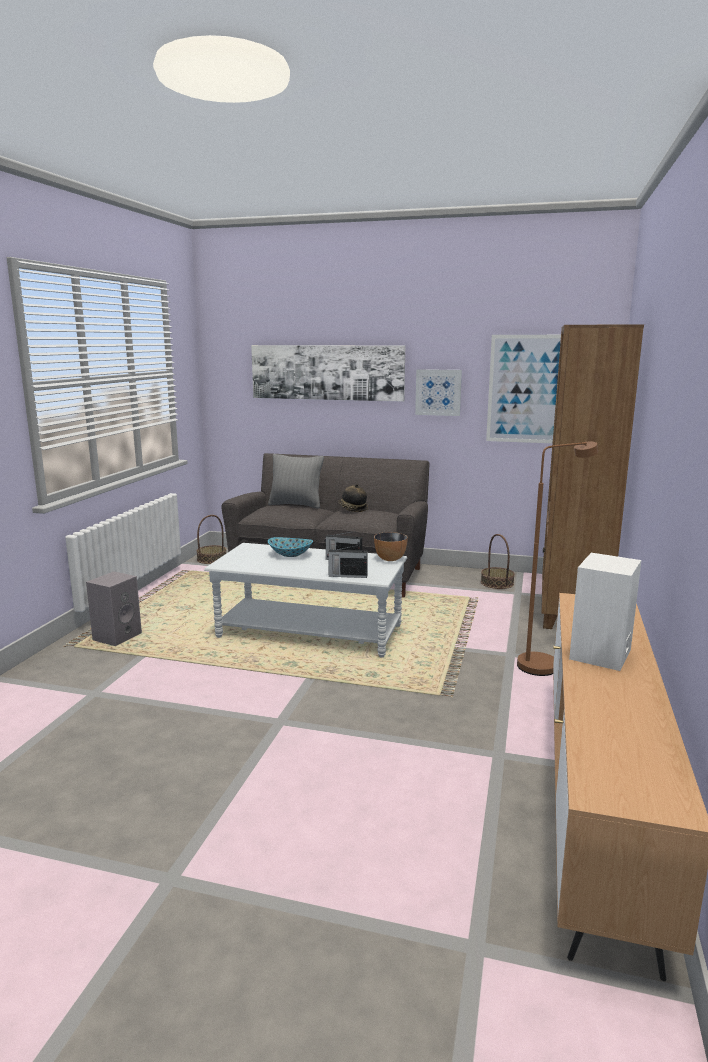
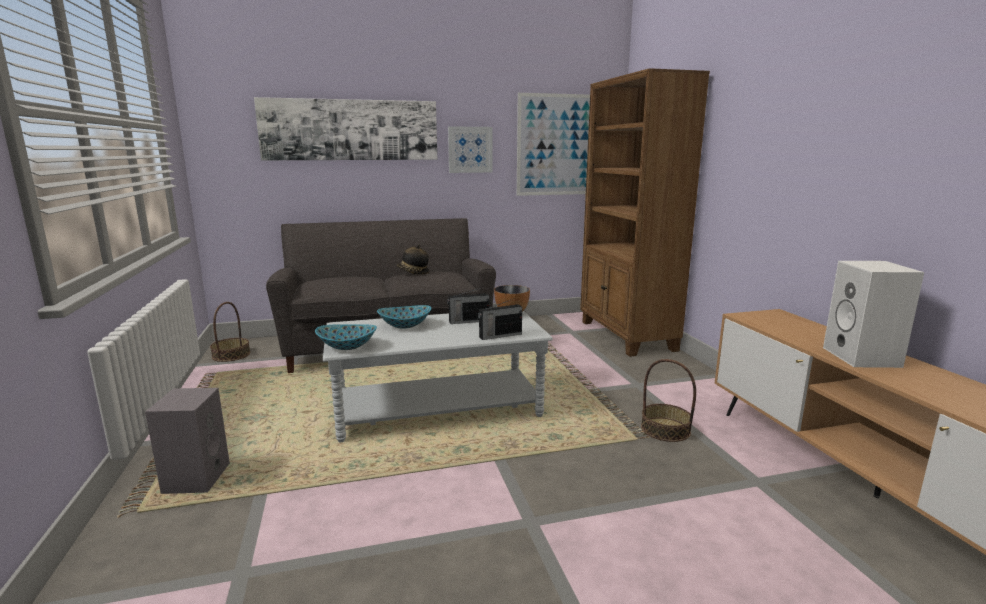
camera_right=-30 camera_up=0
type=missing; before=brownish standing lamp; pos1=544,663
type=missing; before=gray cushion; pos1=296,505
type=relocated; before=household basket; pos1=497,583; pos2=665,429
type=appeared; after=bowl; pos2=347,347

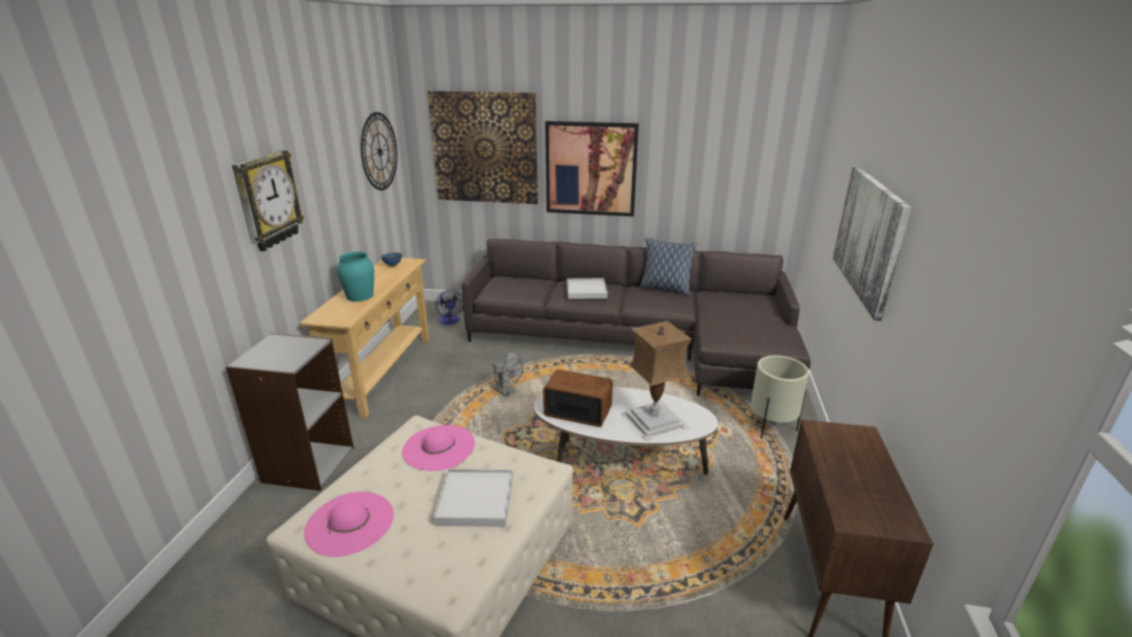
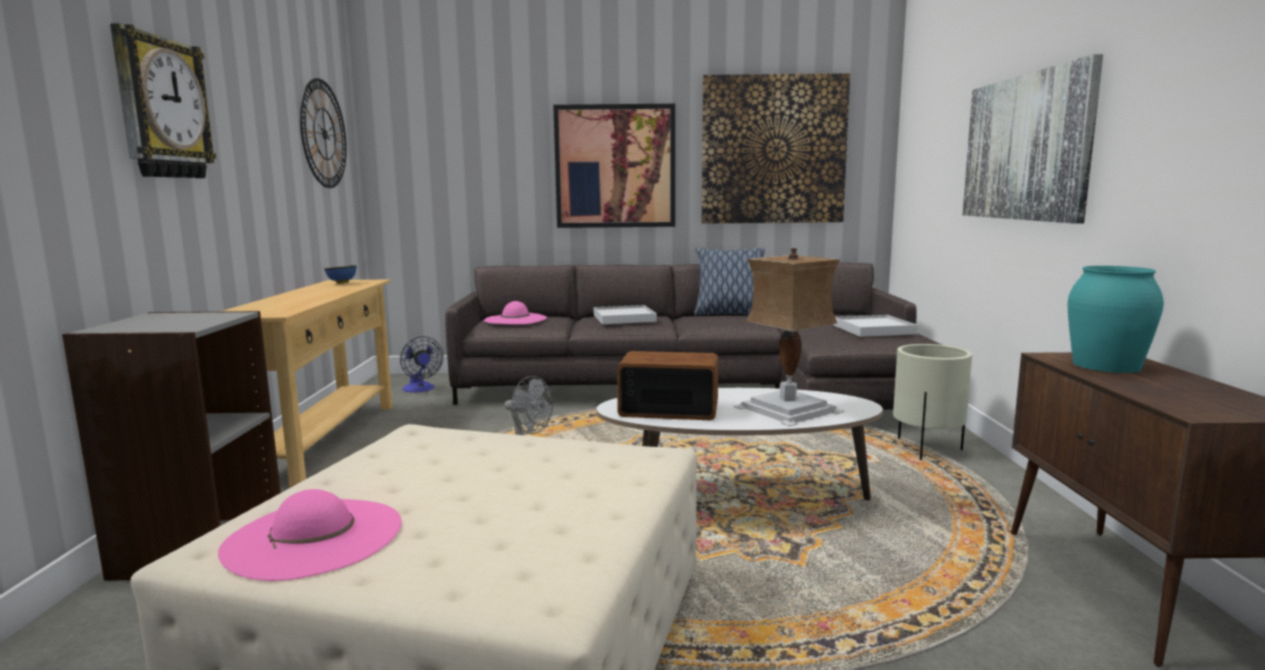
camera_right=-10 camera_up=-15
type=relocated; before=wall art; pos1=485,148; pos2=773,150
type=relocated; before=turquoise decorative vase; pos1=359,296; pos2=1105,365
type=relocated; before=pink clothing hat; pos1=439,447; pos2=515,319
type=relocated; before=whitish tray; pos1=475,500; pos2=874,329

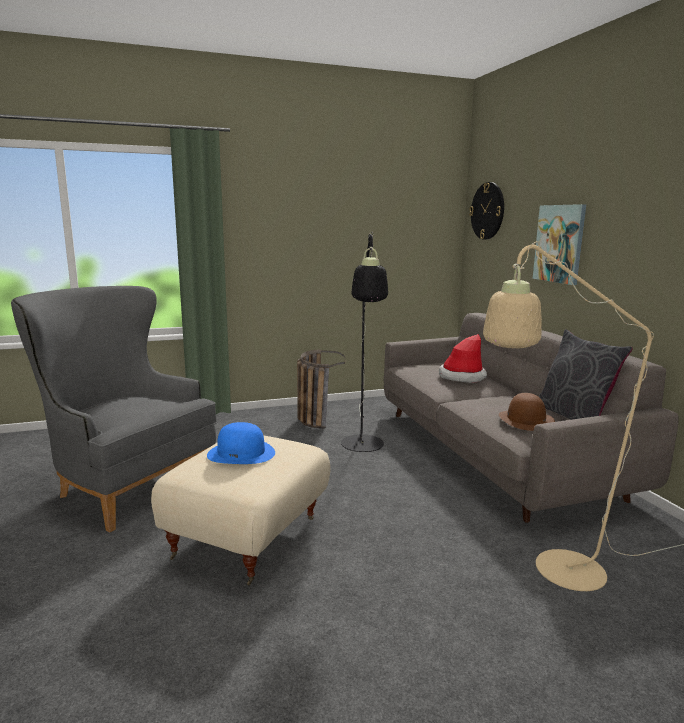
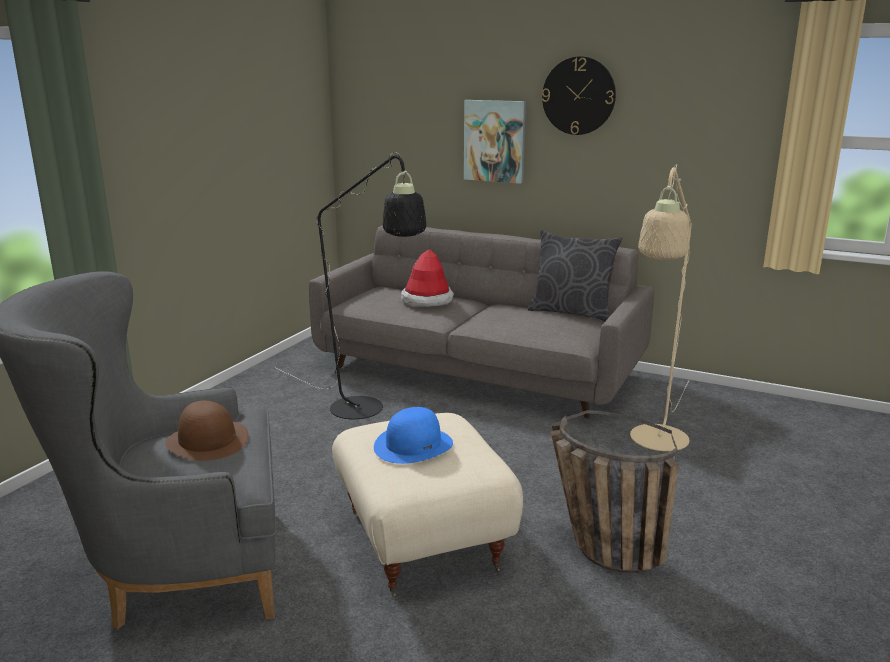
camera_right=-45 camera_up=5
type=relocated; before=wall clock; pos1=487,211; pos2=578,96
type=relocated; before=household basket; pos1=314,417; pos2=598,547
type=relocated; before=brownish clothing hat; pos1=526,420; pos2=207,441

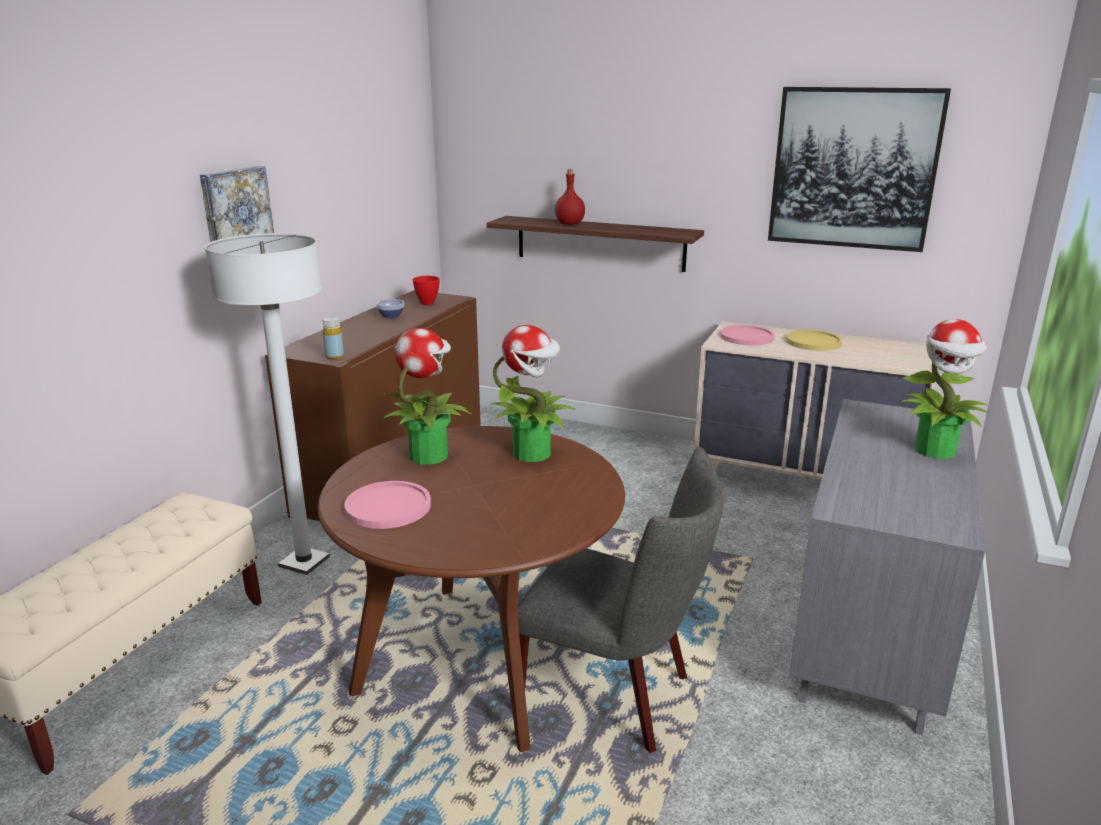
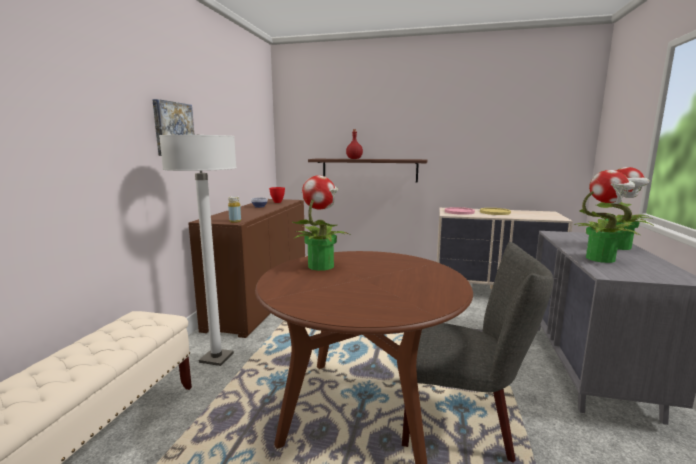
camera_right=-10 camera_up=-10
type=missing; before=wall art; pos1=853,169
type=relocated; before=potted plant; pos1=533,453; pos2=601,258
type=missing; before=pink plate; pos1=388,507

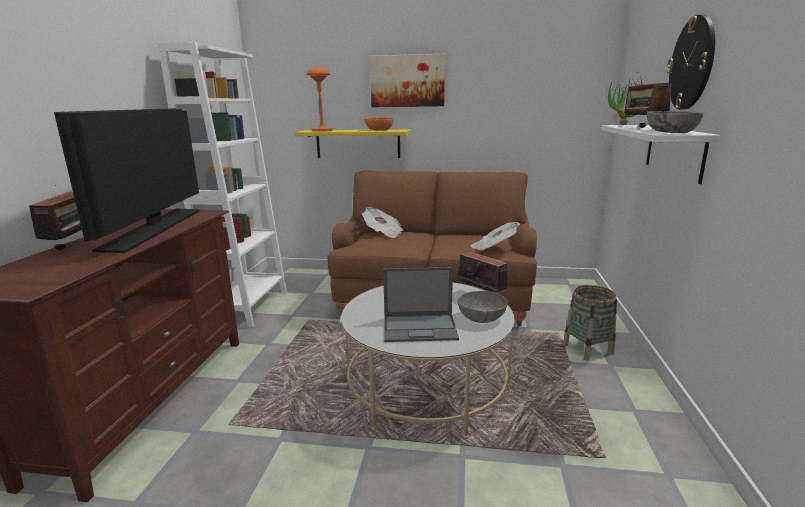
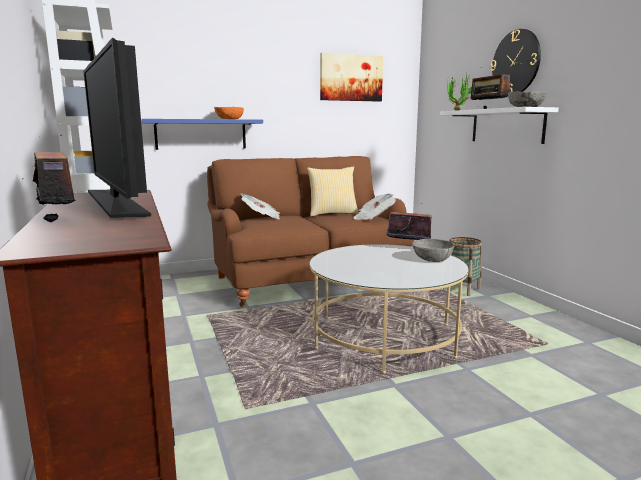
camera_right=-30 camera_up=-5
type=relocated; before=wall art; pos1=407,81; pos2=351,78
type=missing; before=orangey table lamp; pos1=322,130
type=colour; before=yellowish wall shelf; after=blue-coloured wall shelf; pos1=358,143; pos2=201,134
type=missing; before=portable computer; pos1=420,328
type=appeared; after=cushion; pos2=332,213

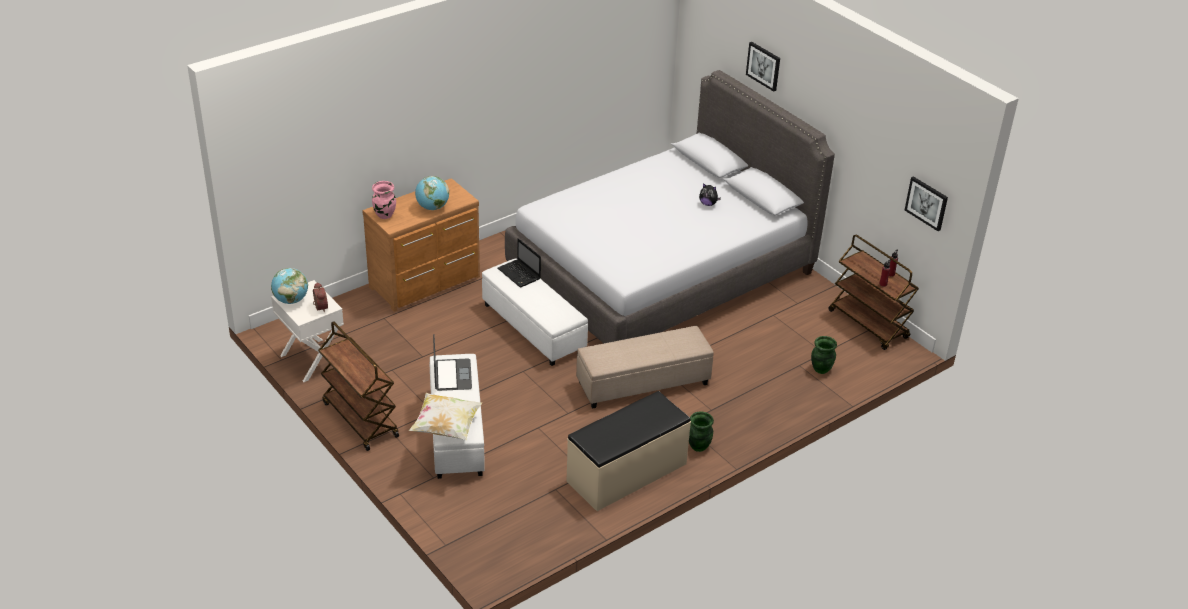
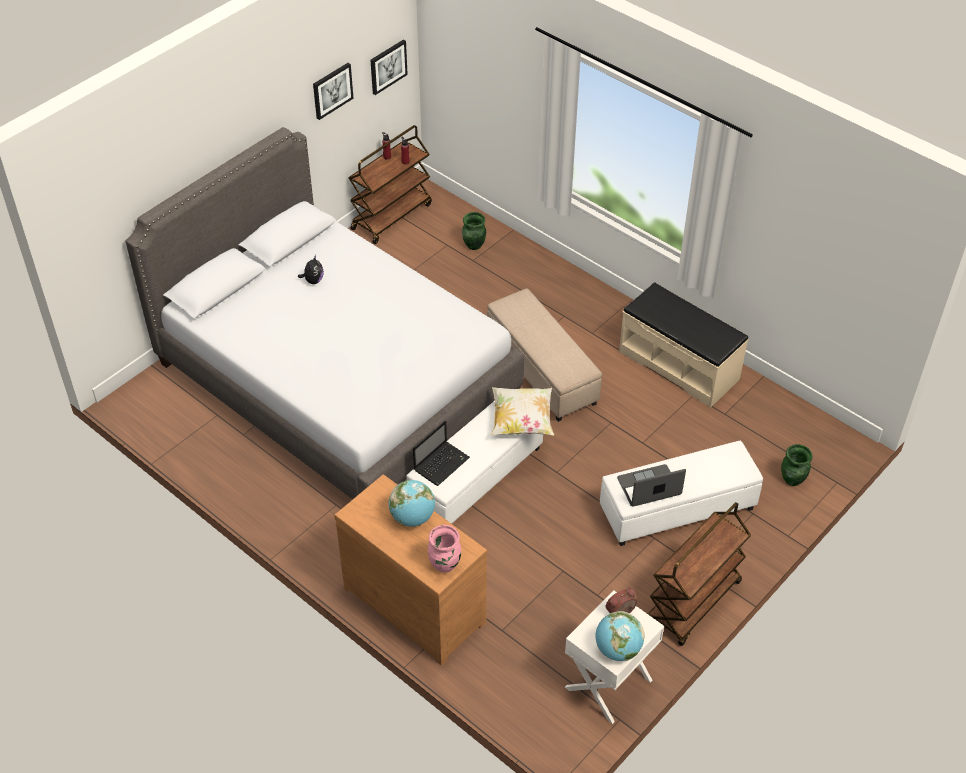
camera_right=-100 camera_up=10
type=relocated; before=wall art; pos1=764,66; pos2=332,90
type=relocated; before=cushion; pos1=446,427; pos2=521,421
type=relocated; before=green-coloured decorative vase; pos1=698,446; pos2=793,479

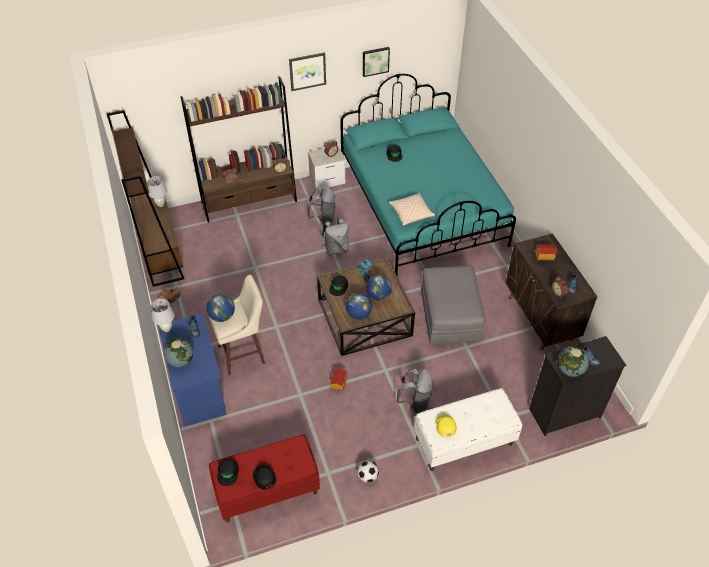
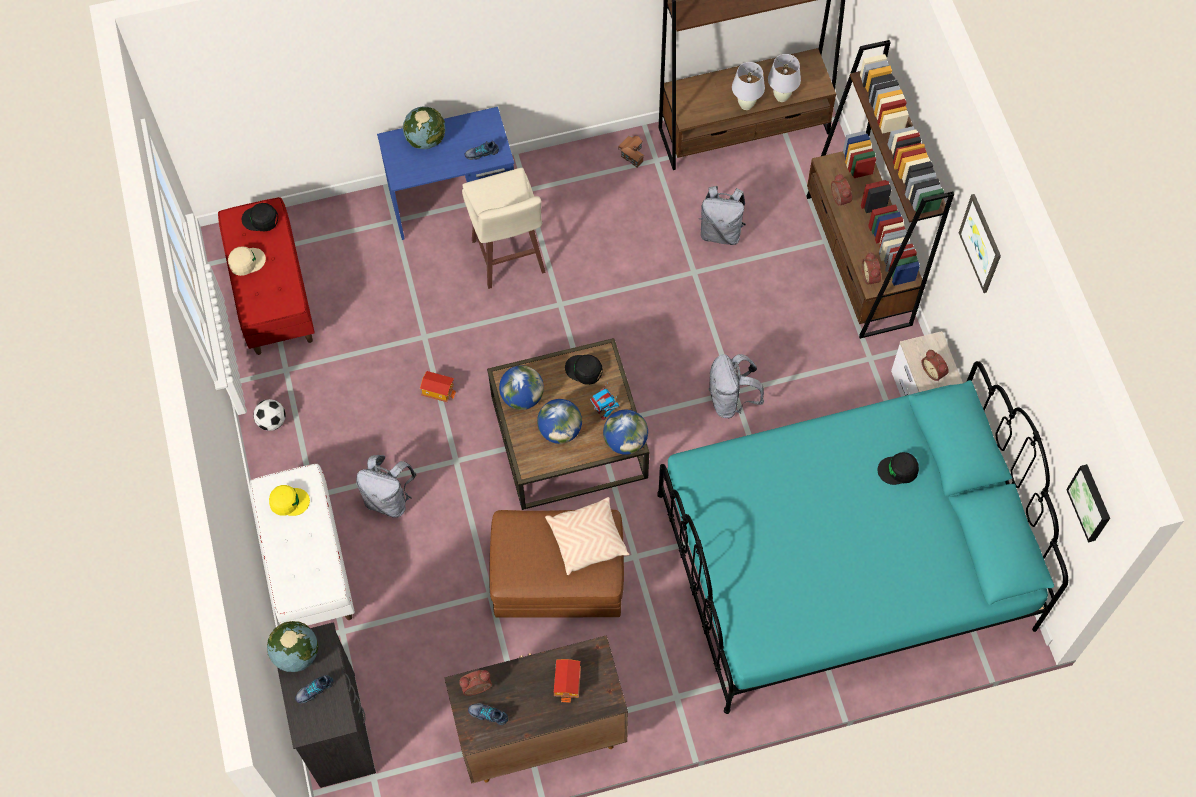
camera_right=95 camera_up=15
type=relocated; before=wall art; pos1=375,61; pos2=1091,502
type=relocated; before=gray knapsack; pos1=323,218; pos2=721,232
type=relocated; before=beige-coloured cushion; pos1=411,213; pos2=587,540
type=colour; before=gray footrest; after=brownish footrest; pos1=450,317; pos2=557,576
type=relocated; before=globe; pos1=222,316; pos2=625,441
type=relocated; before=whitish table lamp; pos1=166,329; pos2=746,105
type=colour; before=black-coloured cap; after=beige-coloured cap; pos1=264,477; pos2=246,261

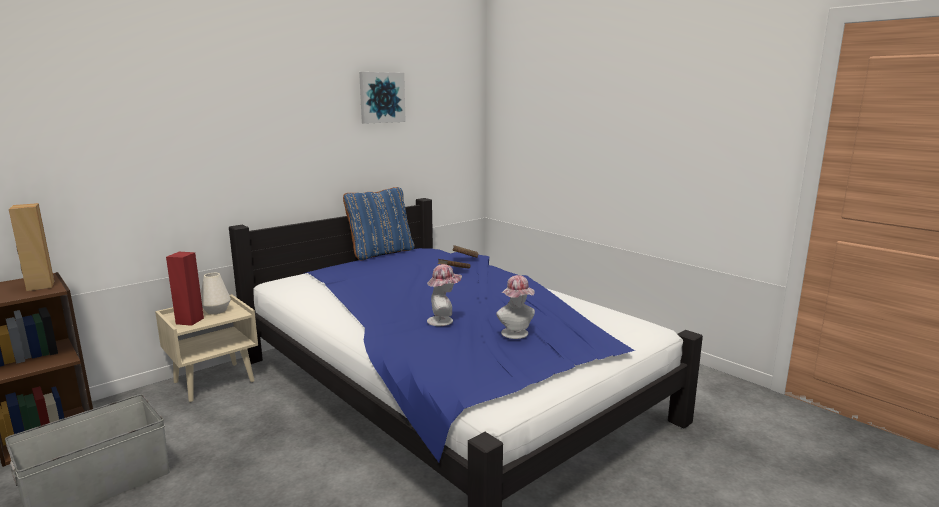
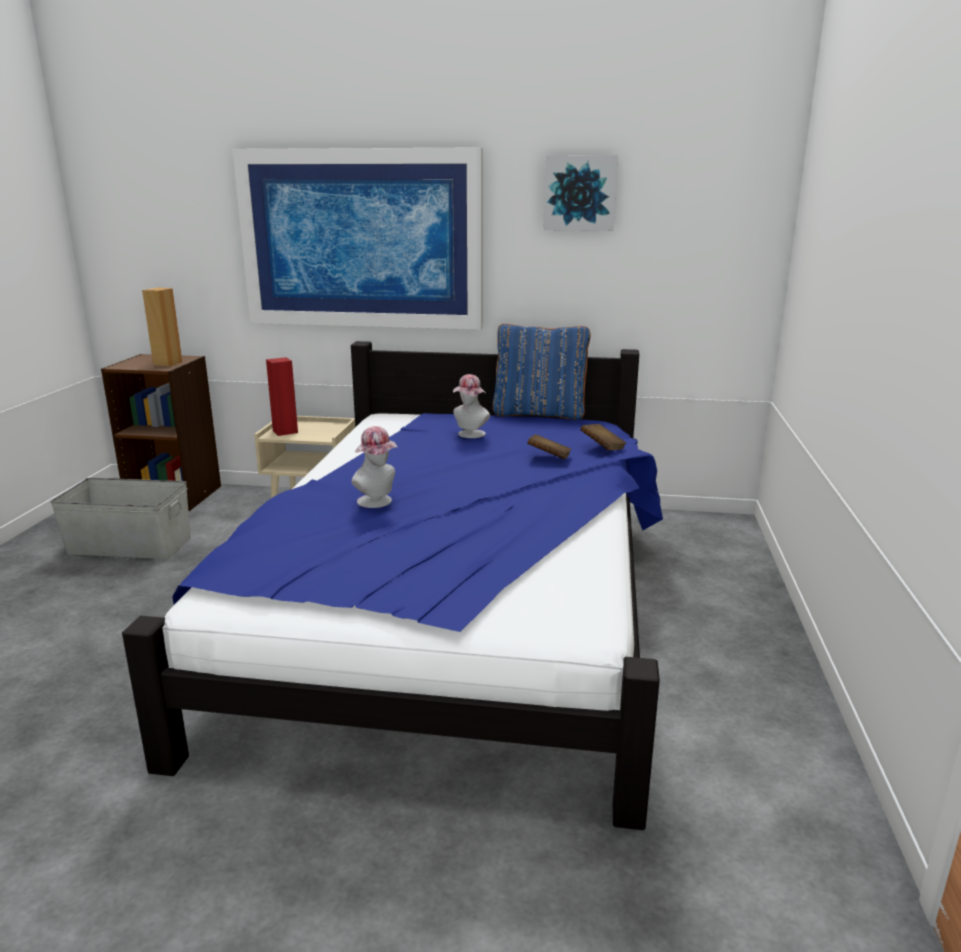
camera_right=50 camera_up=5
type=missing; before=whitish decorative vase; pos1=216,311
type=relocated; before=clothing hat; pos1=516,334; pos2=470,435
type=appeared; after=wall art; pos2=361,240

